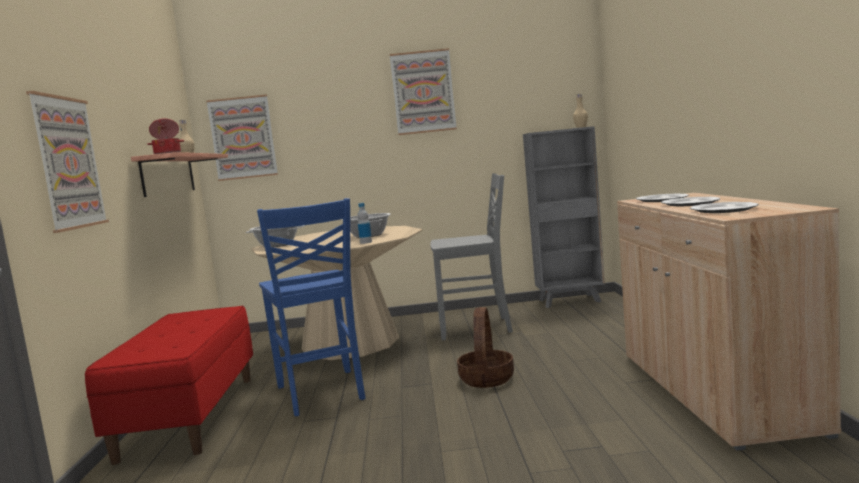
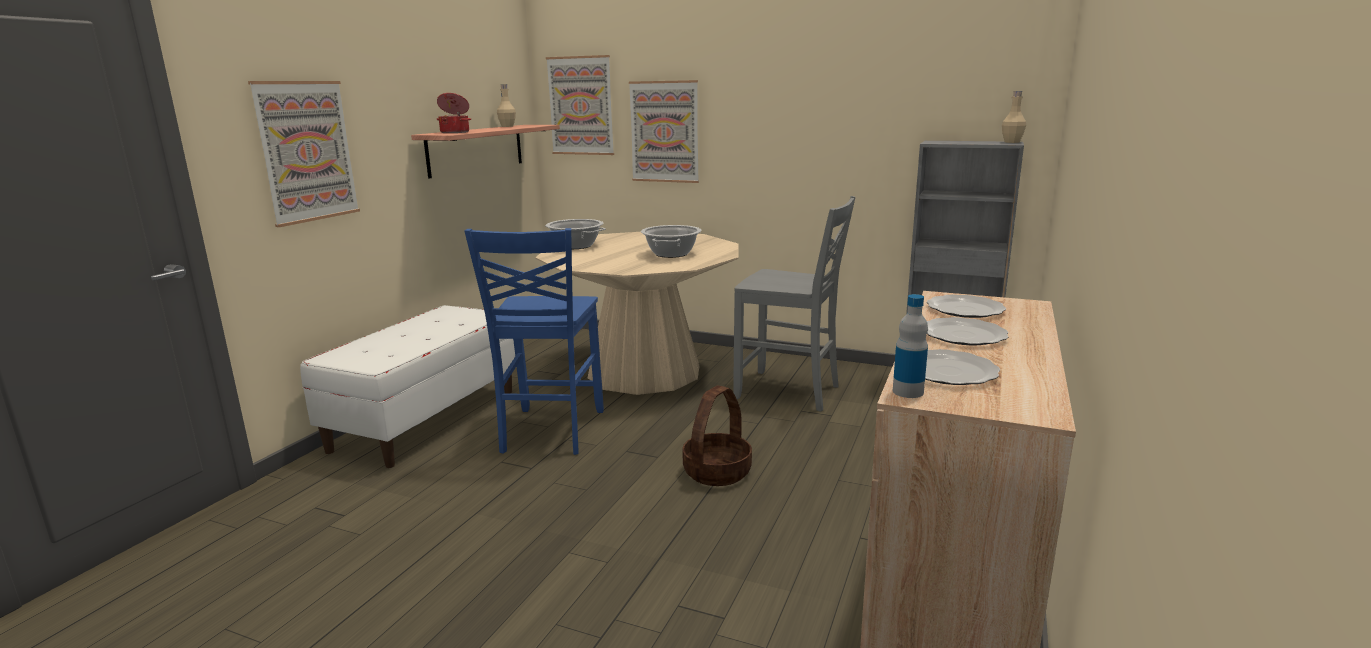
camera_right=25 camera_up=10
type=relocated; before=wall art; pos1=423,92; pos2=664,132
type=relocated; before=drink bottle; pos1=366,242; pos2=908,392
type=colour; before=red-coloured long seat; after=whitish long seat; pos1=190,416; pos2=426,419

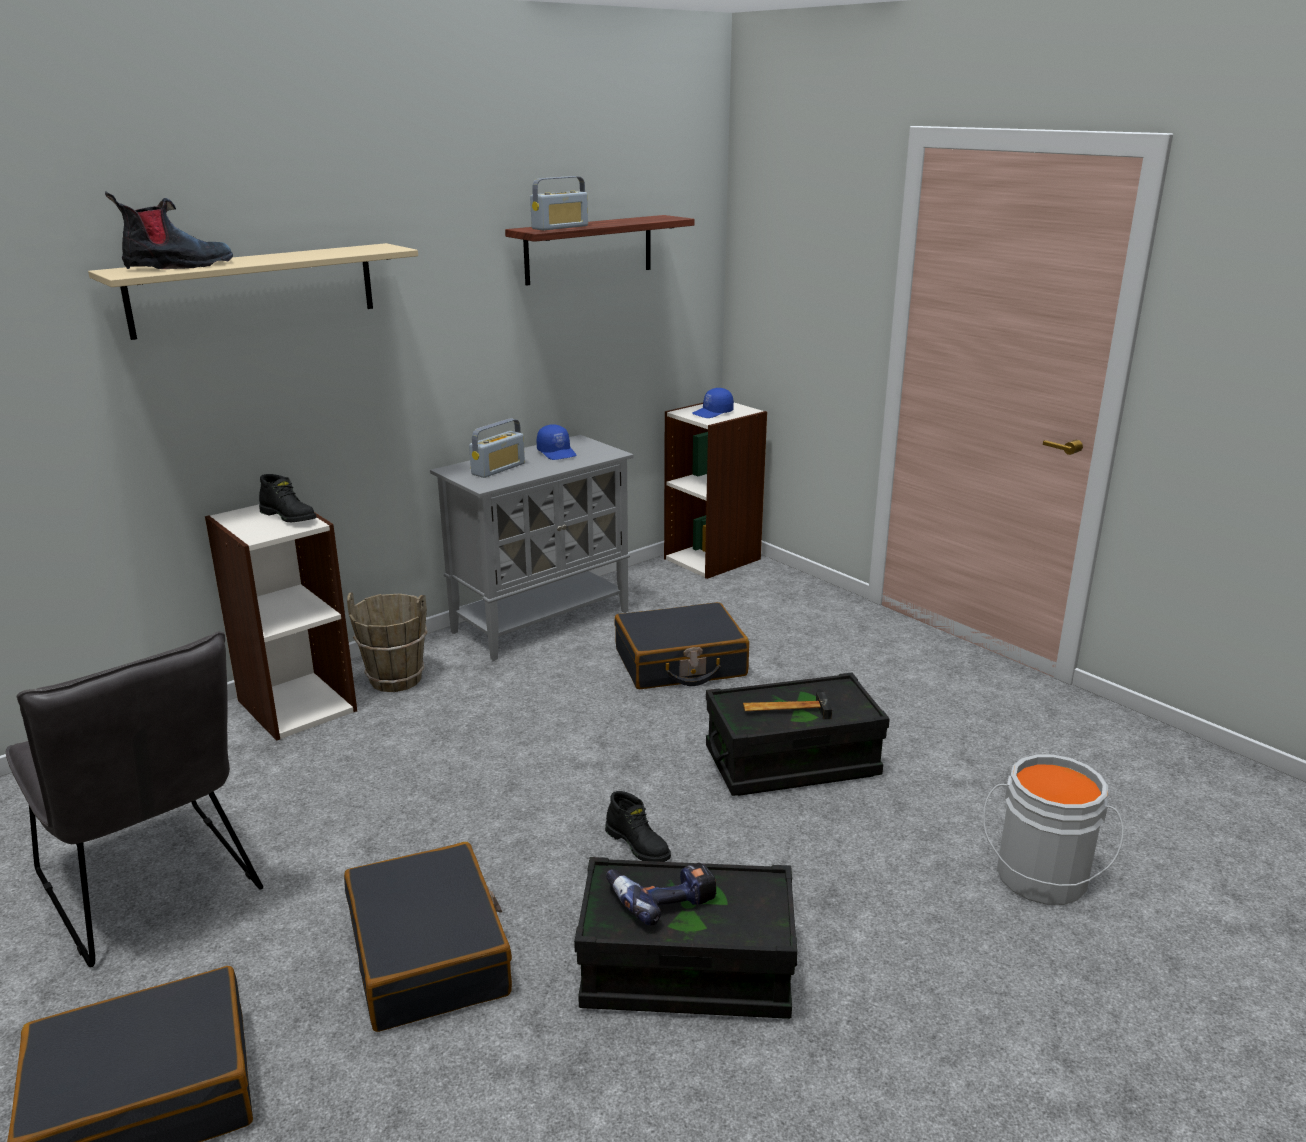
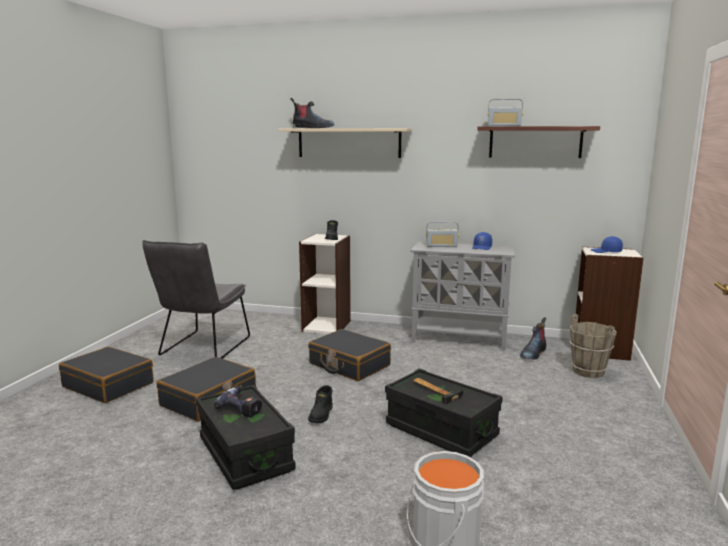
camera_right=55 camera_up=-10
type=relocated; before=brownish water bucket; pos1=395,679; pos2=588,371
type=relocated; before=black-coloured suitcase; pos1=680,663; pos2=349,365
type=appeared; after=high-top boot; pos2=533,353

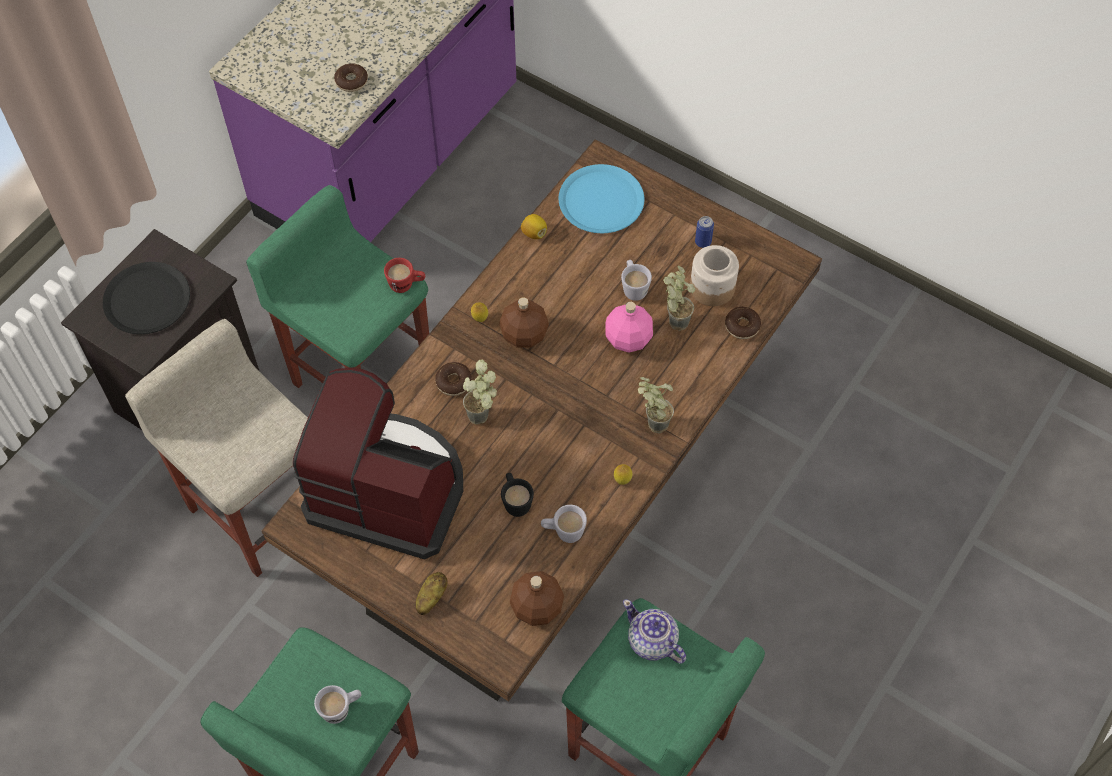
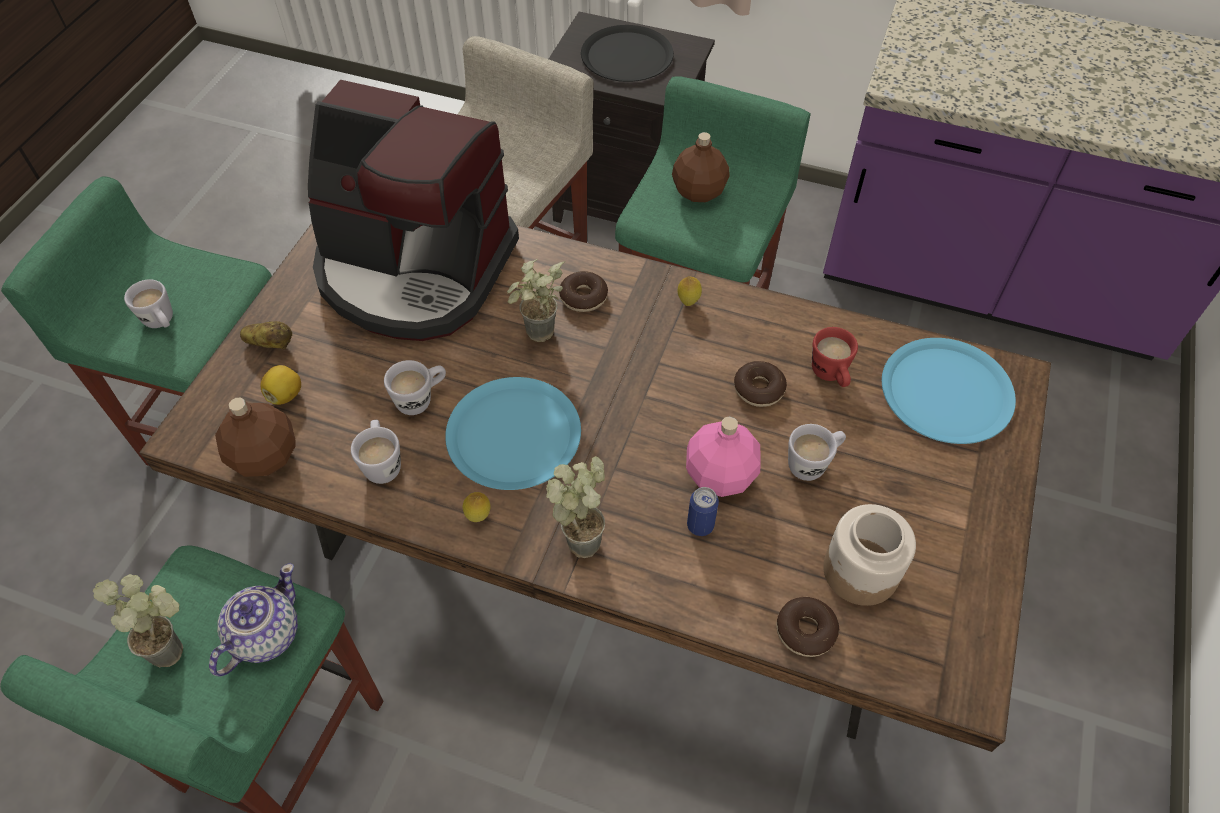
camera_right=75 camera_up=-5
type=relocated; before=ring doughnut; pos1=351,81; pos2=758,389
type=relocated; before=citrus fruit; pos1=534,233; pos2=285,394
type=relocated; before=metal can; pos1=703,242; pos2=700,525
type=relocated; before=red-coloured coffee mug; pos1=406,285; pos2=831,376
type=relocated; before=potted plant; pos1=675,318; pos2=176,645
type=relocated; before=brownish drink bottle; pos1=525,335; pos2=698,192
type=spun; before=coffee brewer; pos1=388,489; pos2=415,271; turn=105
type=colour; before=black-coloured coffee mug; after=whitish coffee mug; pos1=515,501; pos2=421,399
type=appeared; after=blue-coloured plate; pos2=513,434

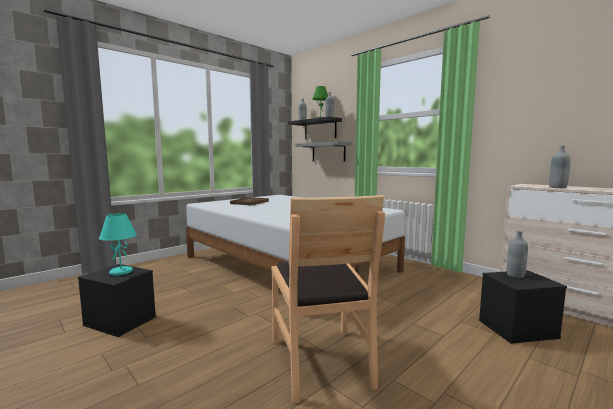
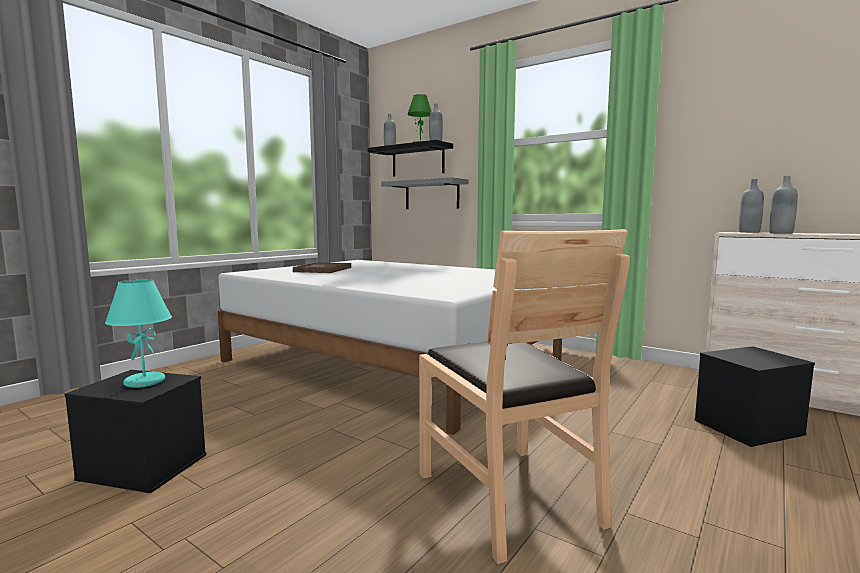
camera_right=-10 camera_up=0
type=relocated; before=gray drink bottle; pos1=515,275; pos2=749,232

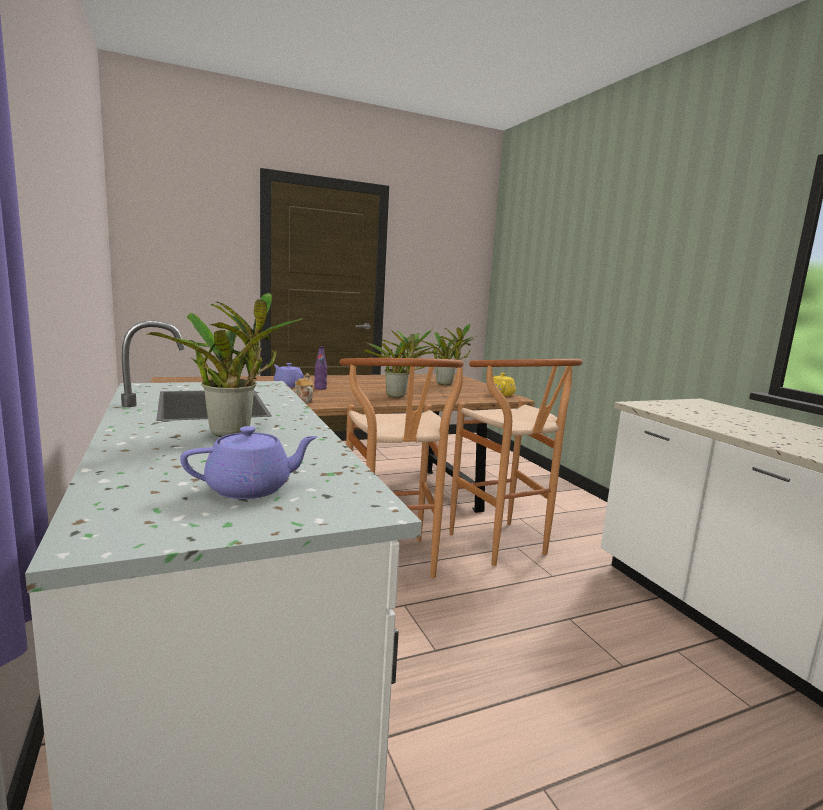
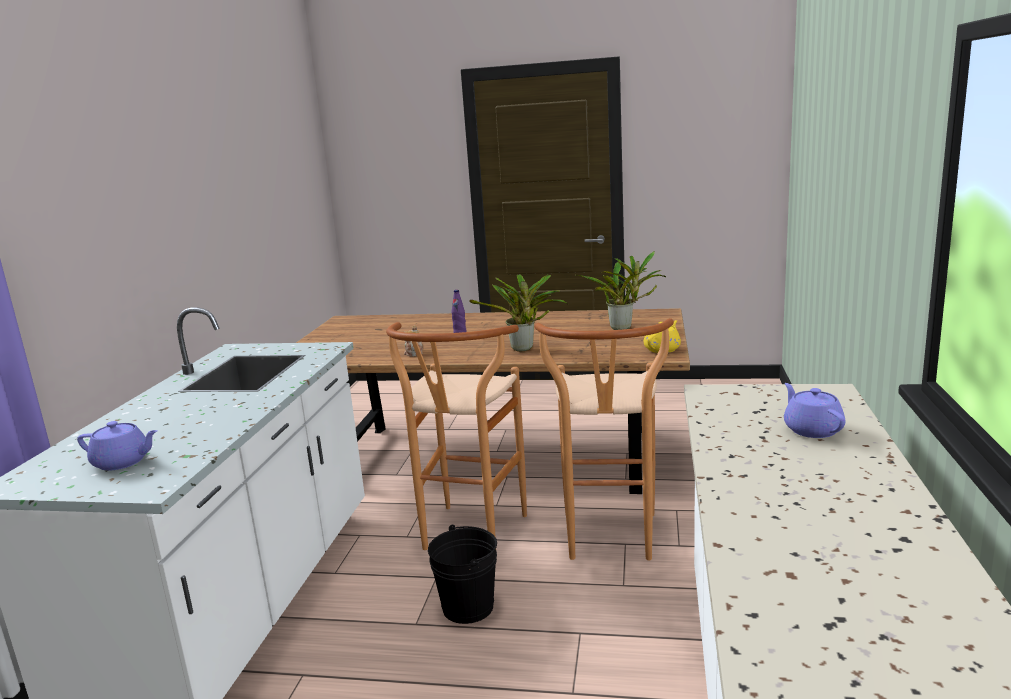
camera_right=35 camera_up=5
type=missing; before=potted plant; pos1=235,432
type=relocated; before=purplish pot for tea; pos1=288,385; pos2=812,429
type=appeared; after=black-coloured water bucket; pos2=468,607

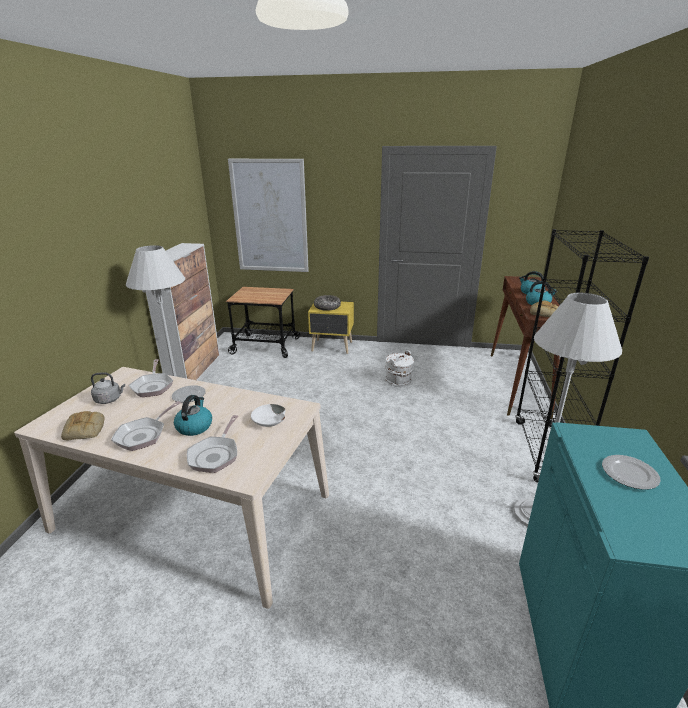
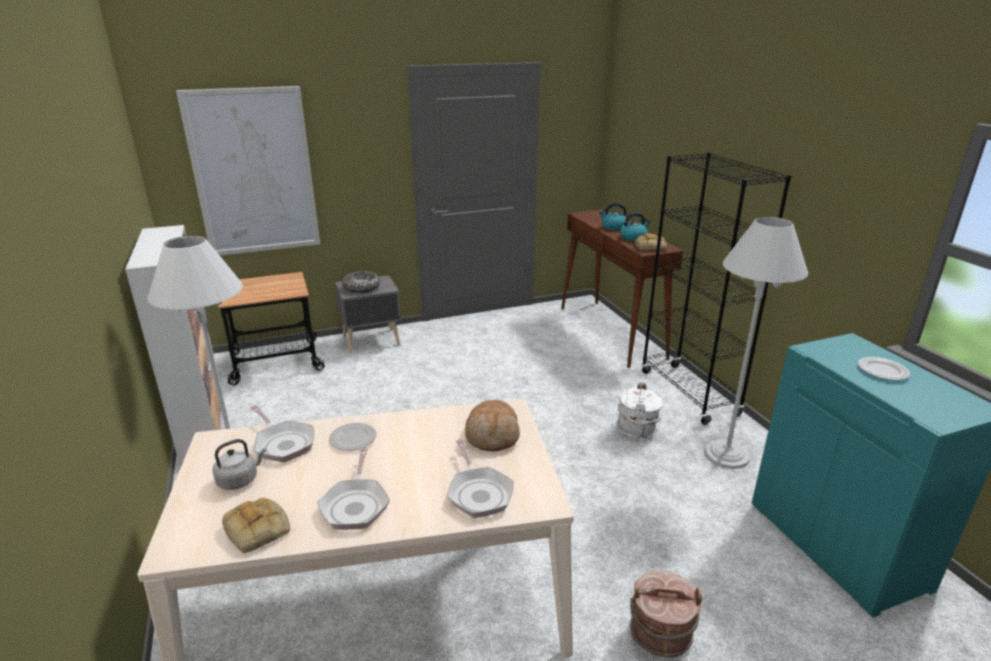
camera_right=-30 camera_up=0
type=colour; before=yellowish bedside table; after=gray bedside table; pos1=332,347; pos2=372,341
type=relocated; before=whitish water bucket; pos1=398,381; pos2=636,430
type=missing; before=tea kettle; pos1=194,426
type=exchanged; before=whitish bowl; after=baked bread; pos1=269,421; pos2=492,435
type=appeared; after=brownish water bucket; pos2=660,635

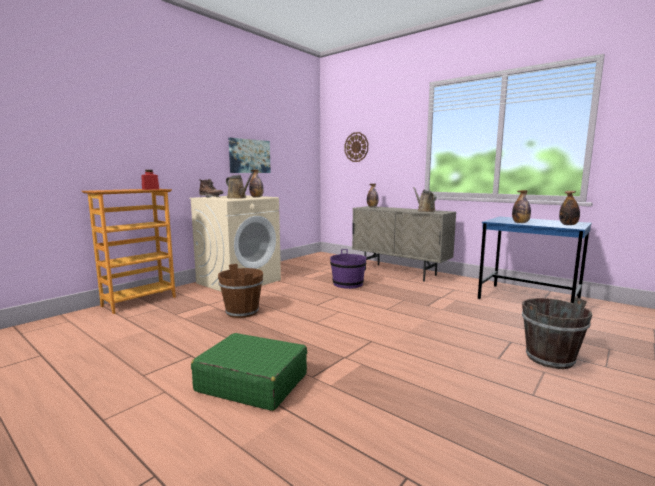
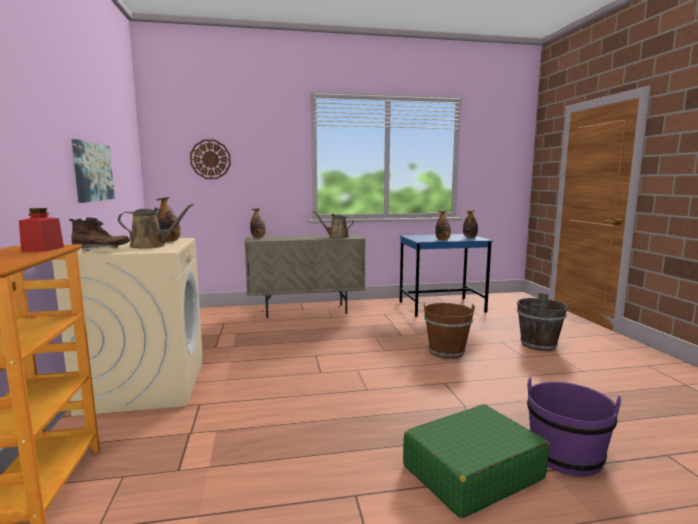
camera_right=-50 camera_up=0
type=relocated; before=purplish water bucket; pos1=347,284; pos2=565,455
type=relocated; before=brownish water bucket; pos1=242,312; pos2=446,351

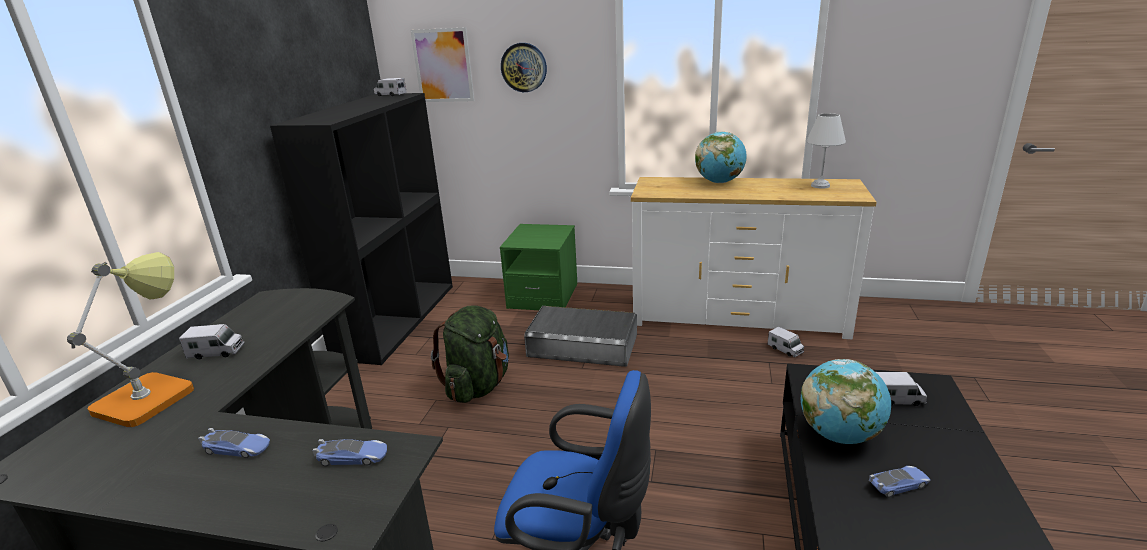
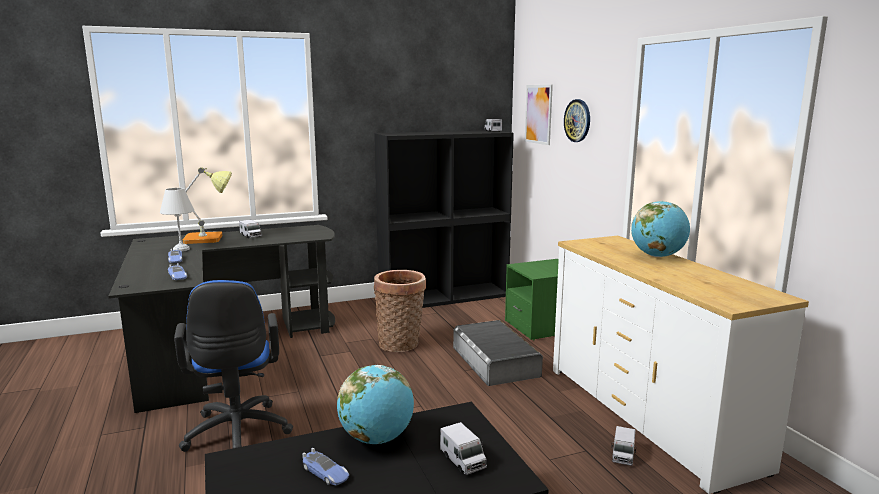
camera_right=55 camera_up=-10
type=relocated; before=whitish table lamp; pos1=819,185; pos2=181,249
type=exchanged; before=green-coloured knapsack; after=household basket; pos1=478,386; pos2=401,344

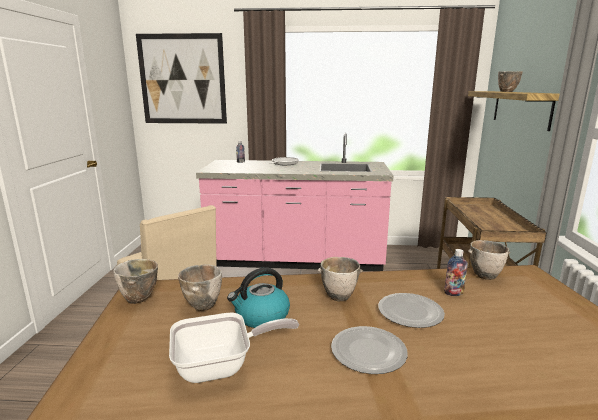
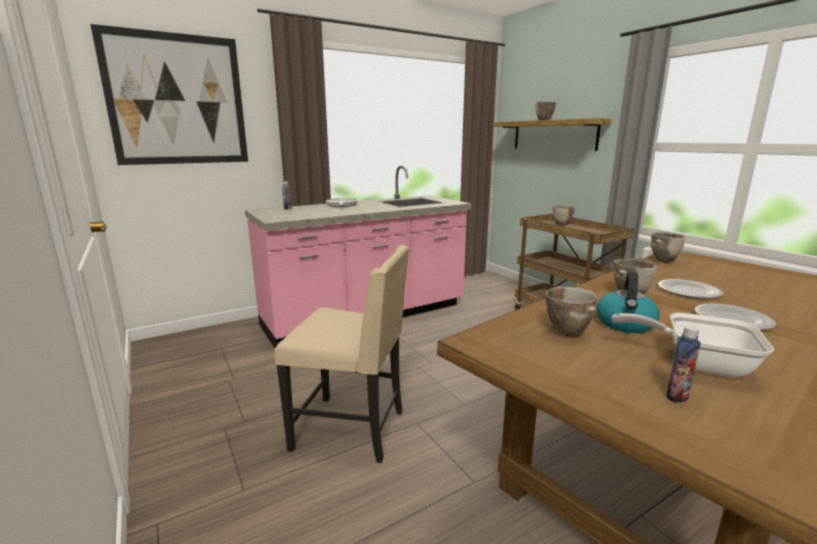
camera_right=-35 camera_up=0
type=relocated; before=drink bottle; pos1=453,293; pos2=677,396
type=relocated; before=bowl; pos1=139,300; pos2=562,225
type=spun; before=frying pan; pos1=221,366; pos2=696,363; turn=-105

